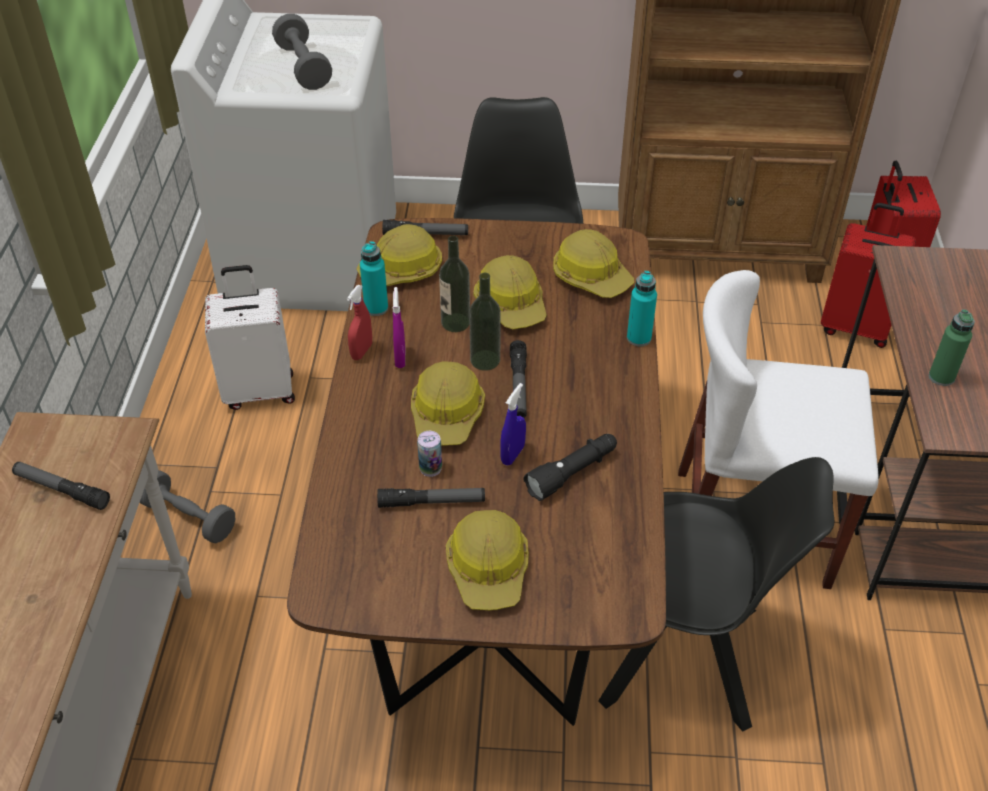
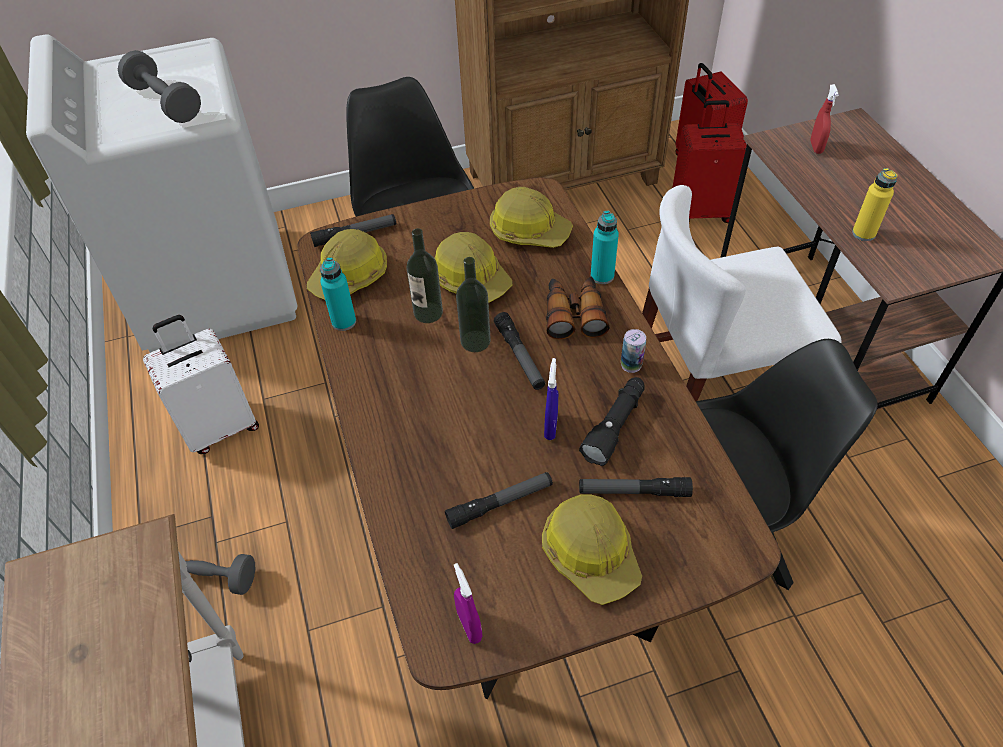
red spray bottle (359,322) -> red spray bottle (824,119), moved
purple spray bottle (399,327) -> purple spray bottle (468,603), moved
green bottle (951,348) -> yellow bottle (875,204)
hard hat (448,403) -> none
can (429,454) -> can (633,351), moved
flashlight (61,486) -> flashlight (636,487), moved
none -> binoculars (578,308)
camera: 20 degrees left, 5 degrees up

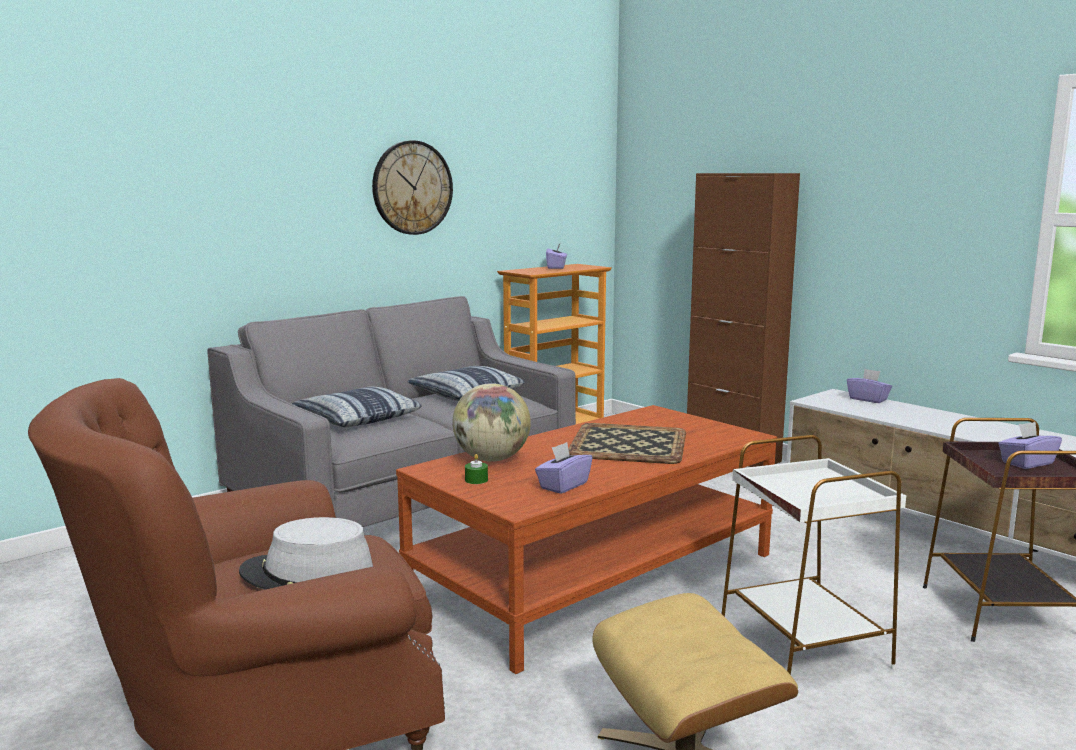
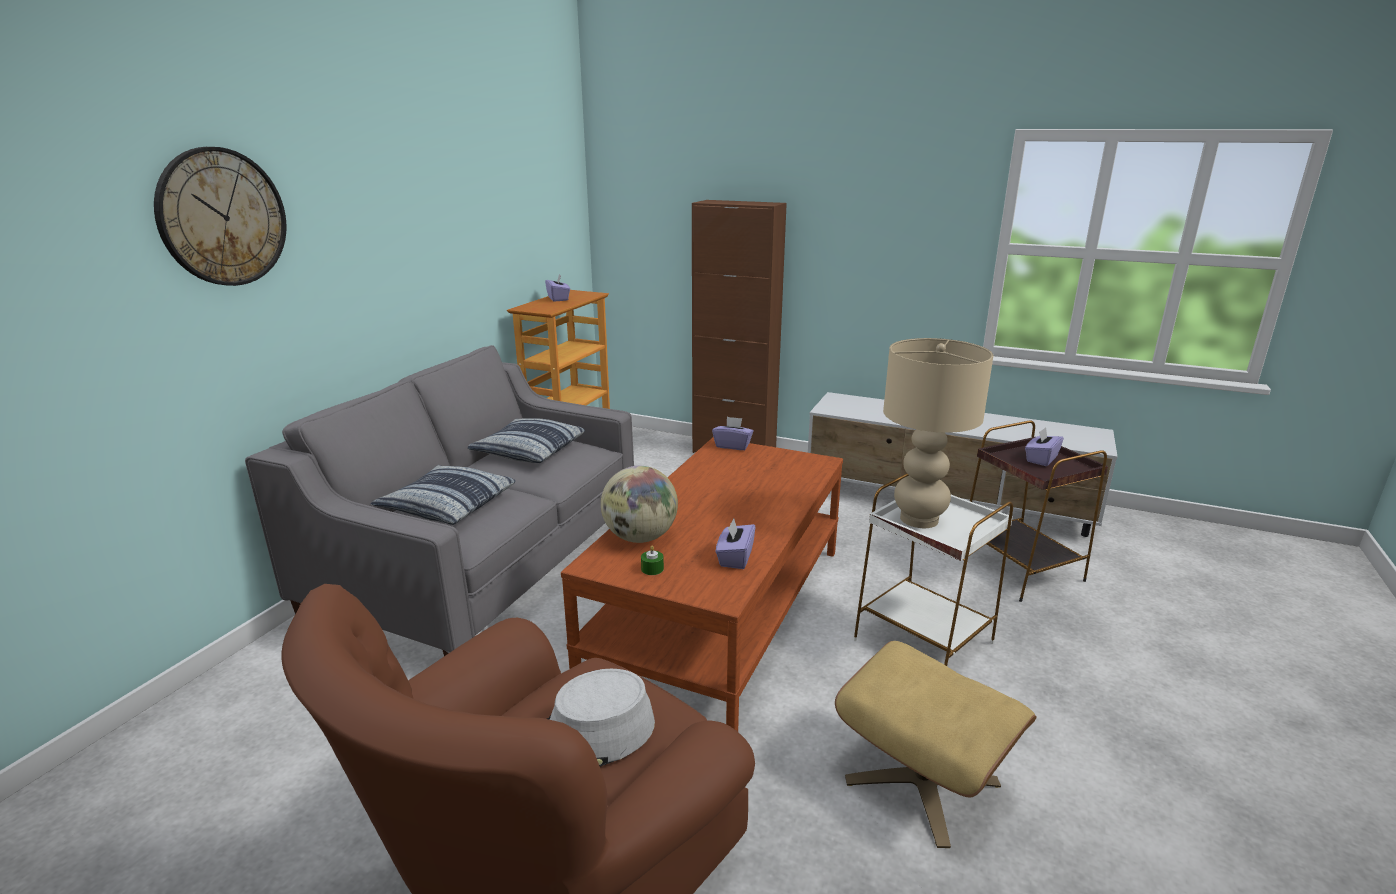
wall clock (412,187) -> wall clock (220,216), moved
purple tissue box (869,386) -> purple tissue box (733,433), moved
tray (627,443) -> none
none -> beige table lamp (938,433)
camera: 25 degrees left, 10 degrees up

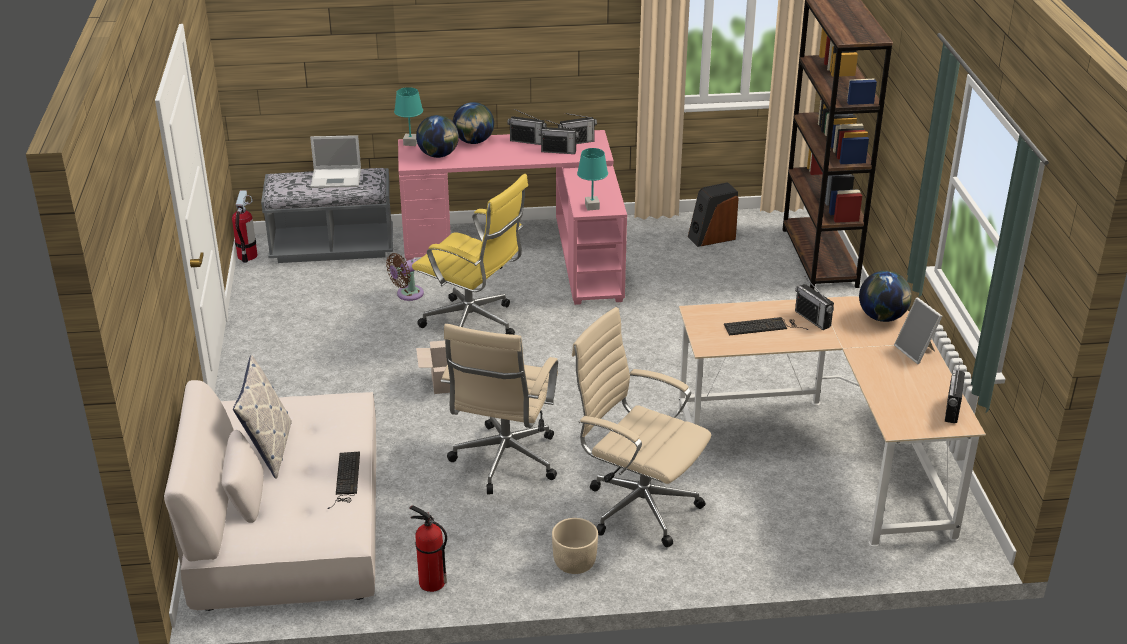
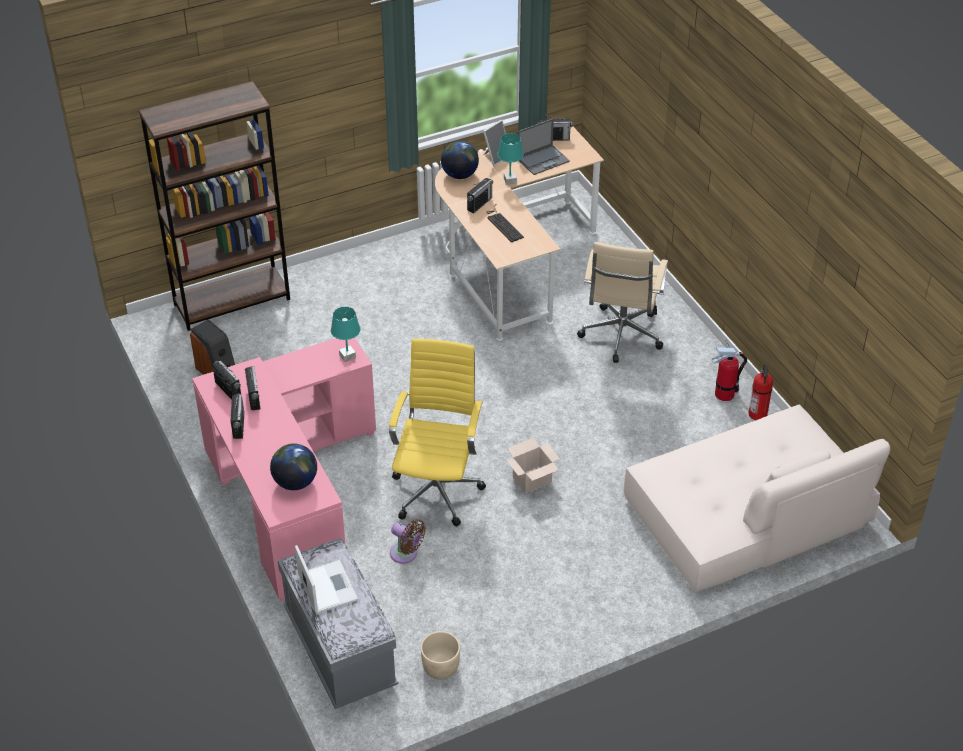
turquoise table lamp (408,116) -> turquoise table lamp (510,159), moved
globe (473,123) -> none
fire extinguisher (244,226) -> fire extinguisher (730,370), moved
beige office chair (499,409) -> none
pillow (262,417) -> none
keyboard (343,480) -> none
beige planter (575,546) -> beige planter (440,655), moved
none -> laptop (543,147)
camera: 110 degrees left, 10 degrees up

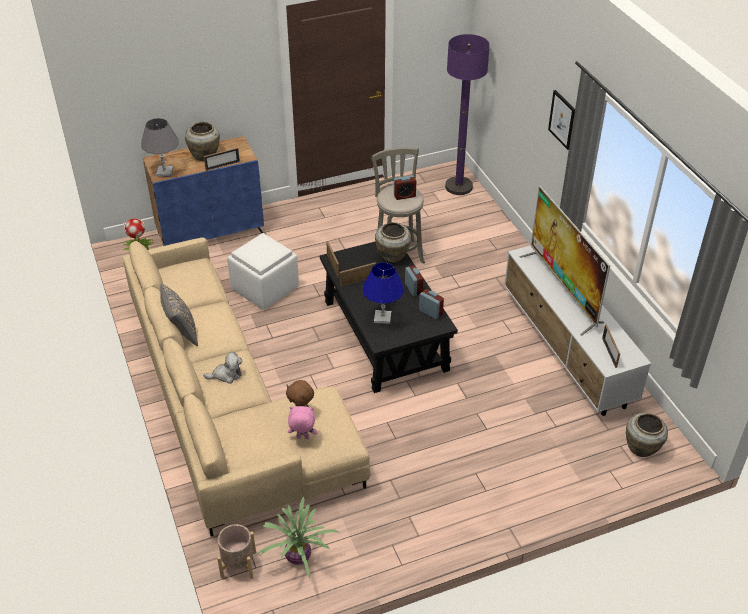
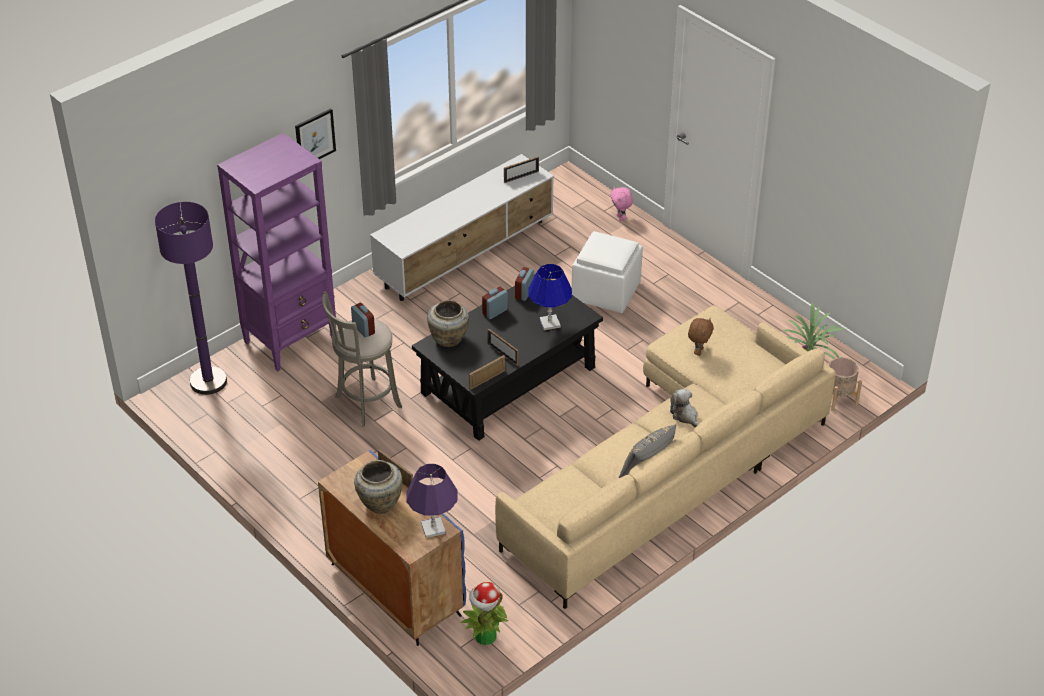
grey table lamp (160,147) -> purple table lamp (432,501)
television (564,261) -> none
white ottoman (263,271) -> white ottoman (607,272), moved
pink plush toy (302,422) -> pink plush toy (621,204), moved
beige vase (647,435) -> none
none -> purple bookcase (276,252)
camera: 110 degrees left, 0 degrees up

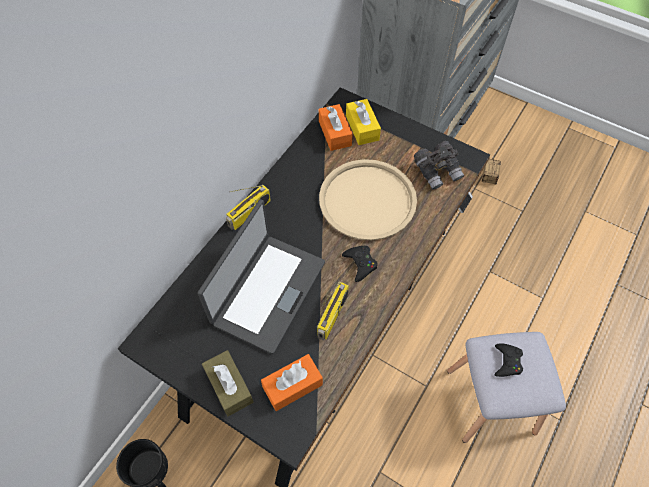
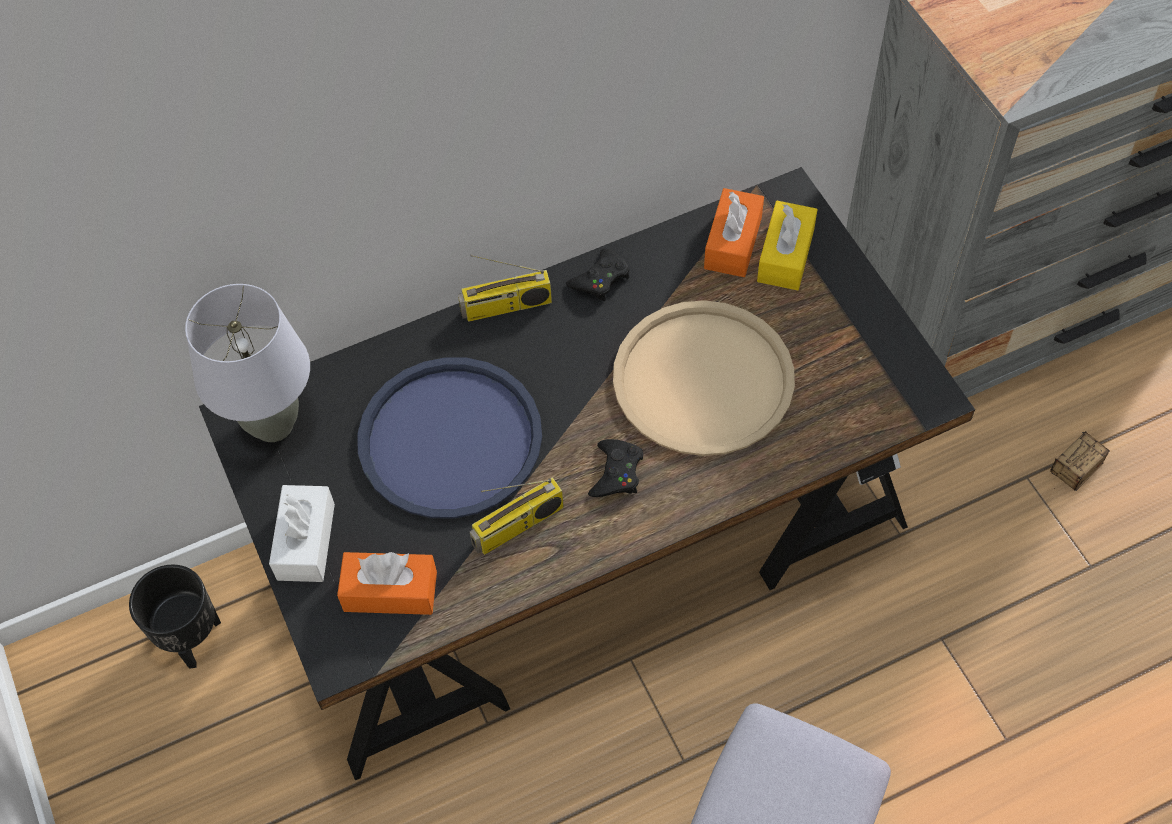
grey binoculars (439,165) -> none
laptop (261,276) -> blue tray (449,438)
black game controller (509,360) -> black game controller (598,274), moved
brown tissue box (228,383) -> white tissue box (302,533)
none -> grey table lamp (247,363)
camera: 35 degrees right, 0 degrees up

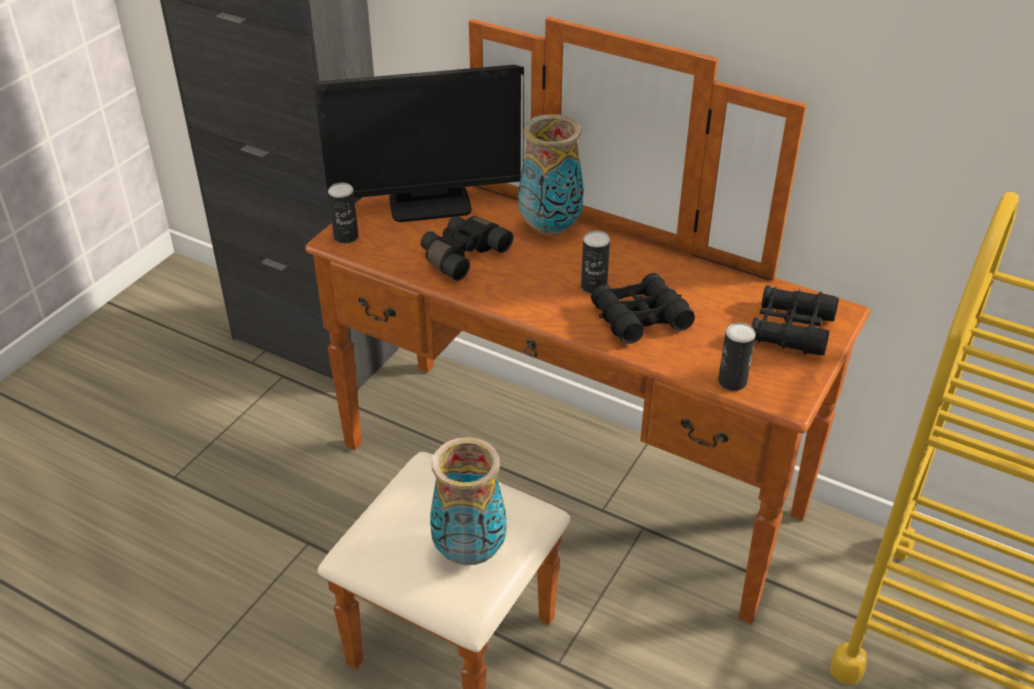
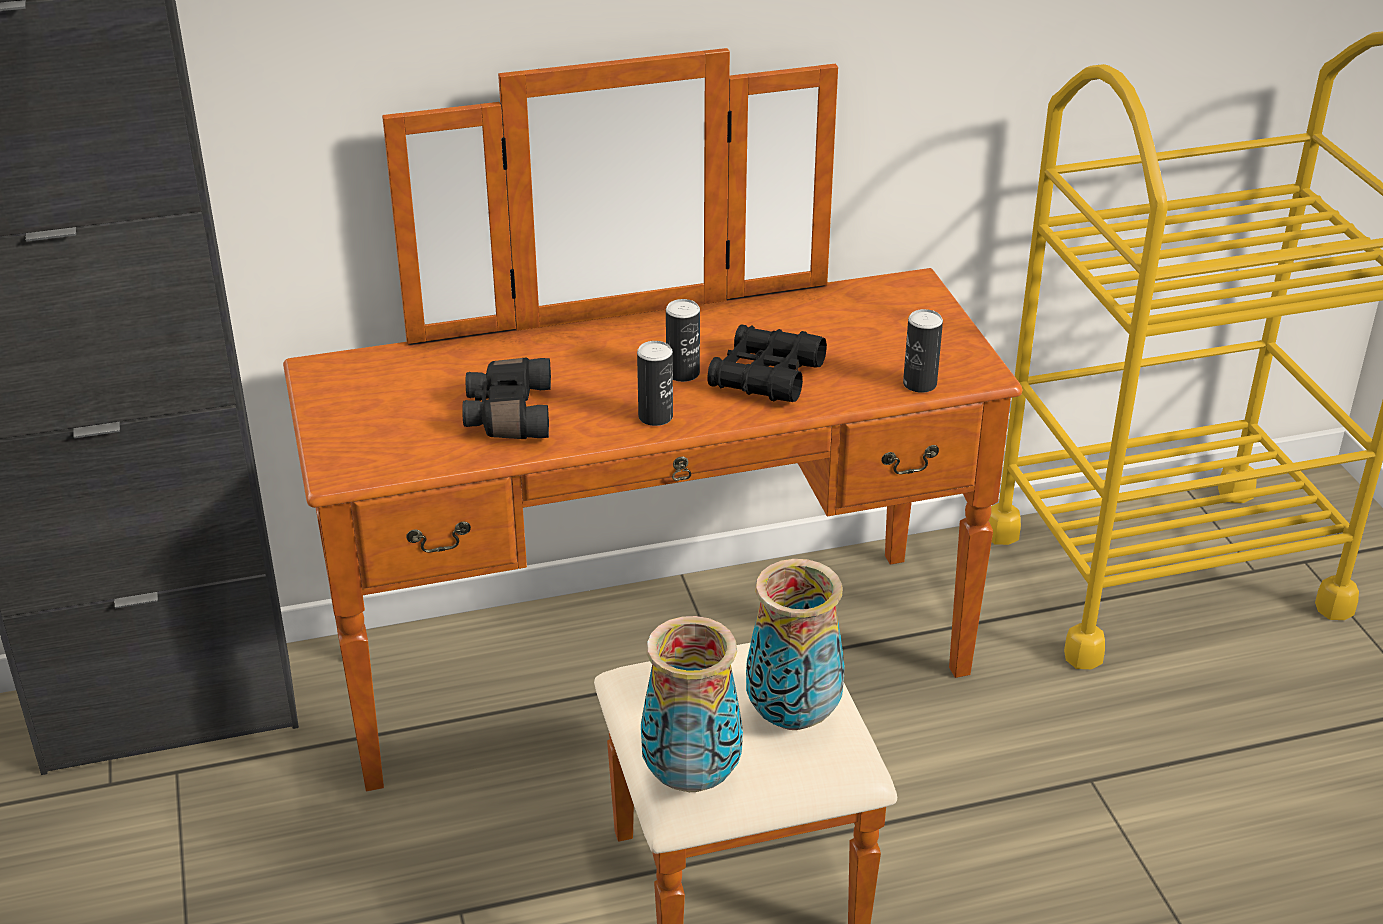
monitor (419,143) -> none
vase (551,174) -> vase (692,704), moved
can (343,213) -> can (655,383), moved
black binoculars (795,320) -> none
camera: 45 degrees left, 5 degrees down

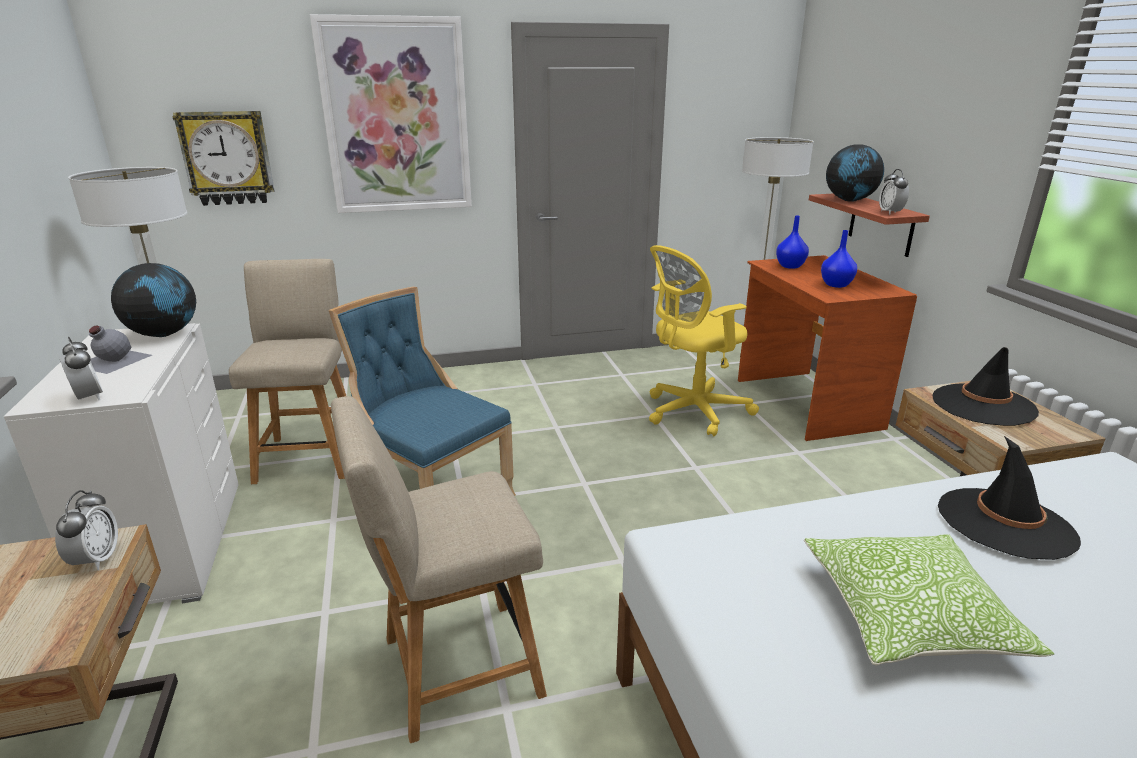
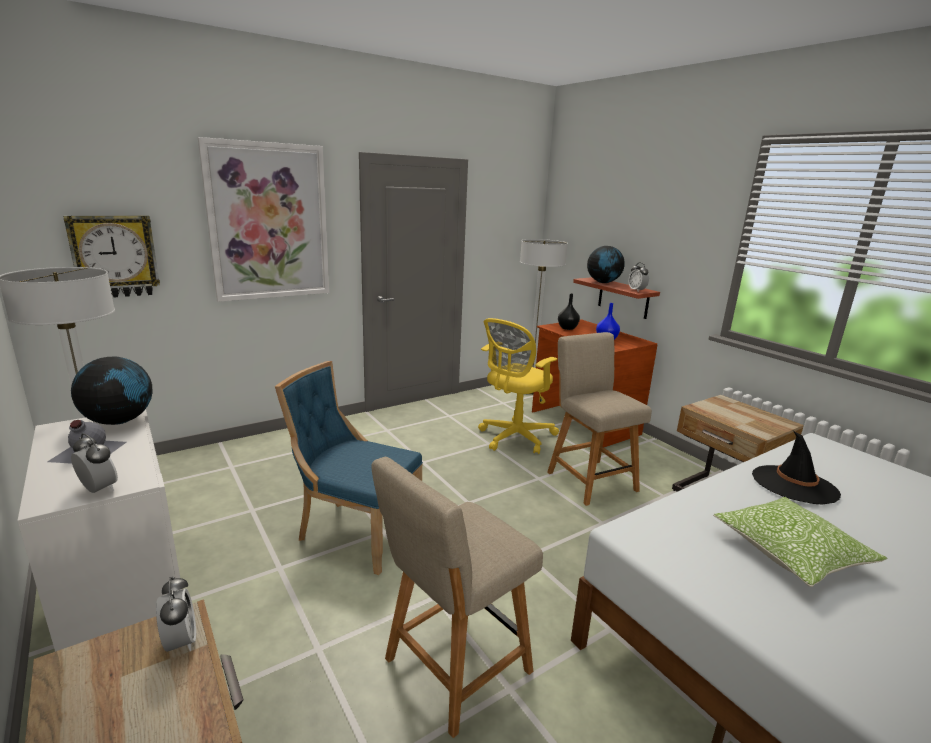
blue vase (792,242) -> black vase (569,311)
beige chair (287,371) -> beige chair (599,419), moved
black hat (986,386) -> none
camera: 20 degrees left, 5 degrees down

